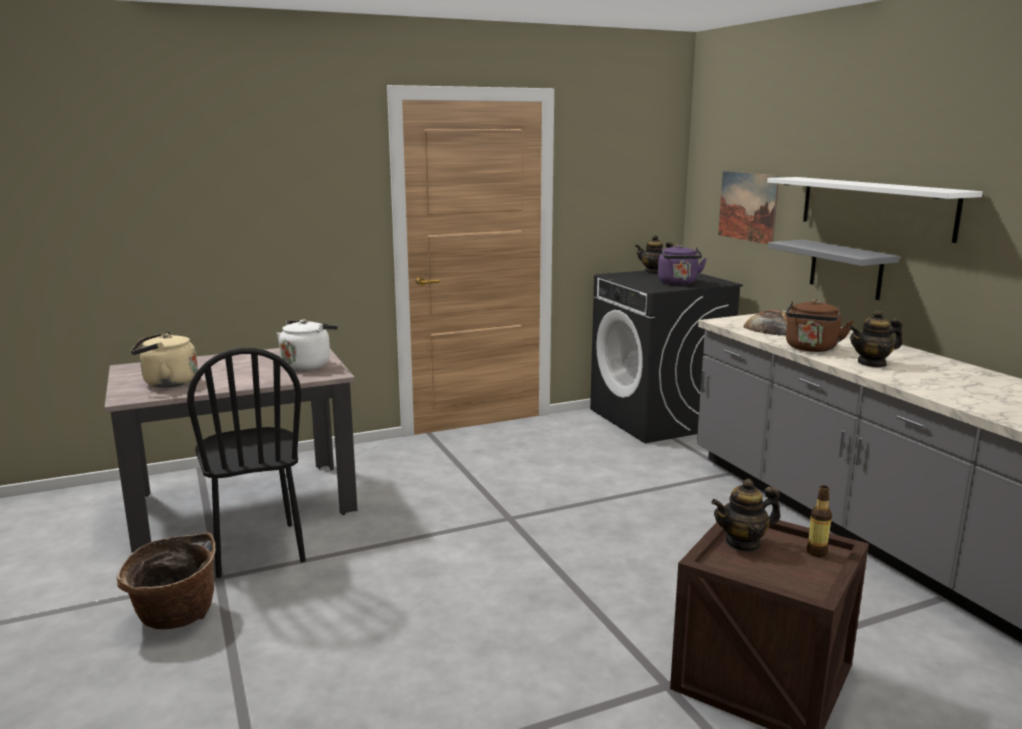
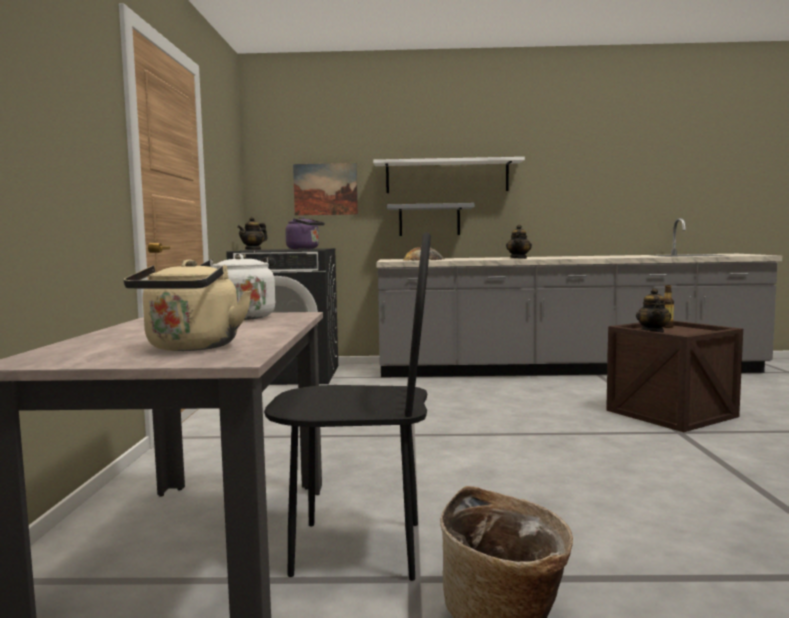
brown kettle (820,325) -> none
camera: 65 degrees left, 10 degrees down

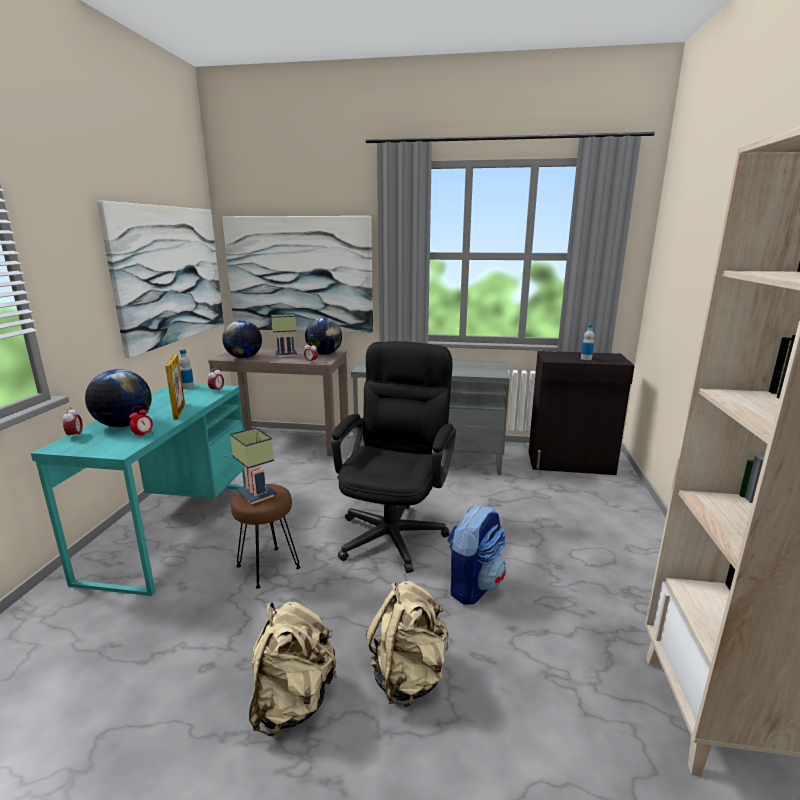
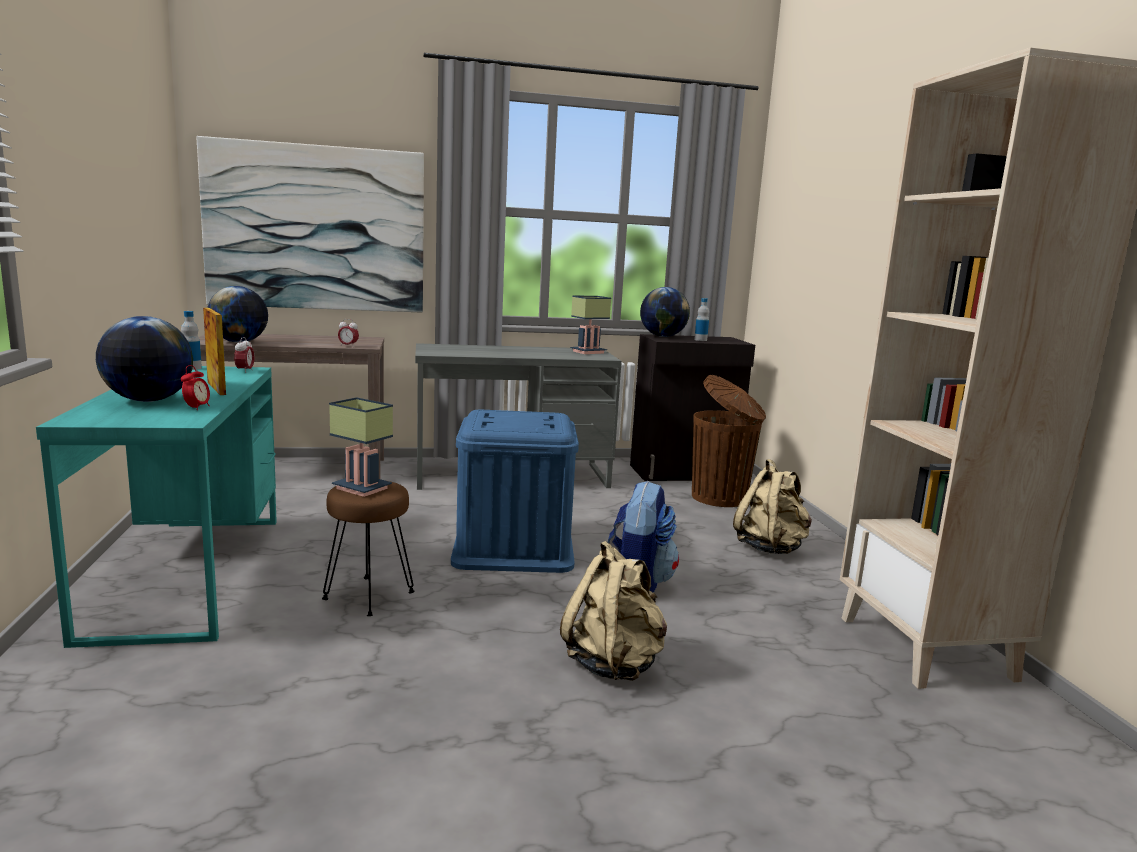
picture (160,279) -> none
table lamp (284,335) -> table lamp (590,325), moved
globe (323,336) -> globe (665,312), moved
black office chair (393,457) -> blue storage box (515,491)
alarm clock (73,423) -> none
beige backpack (293,669) -> beige backpack (772,506), moved
none -> brown trash can (729,441)
camera: 20 degrees left, 5 degrees down

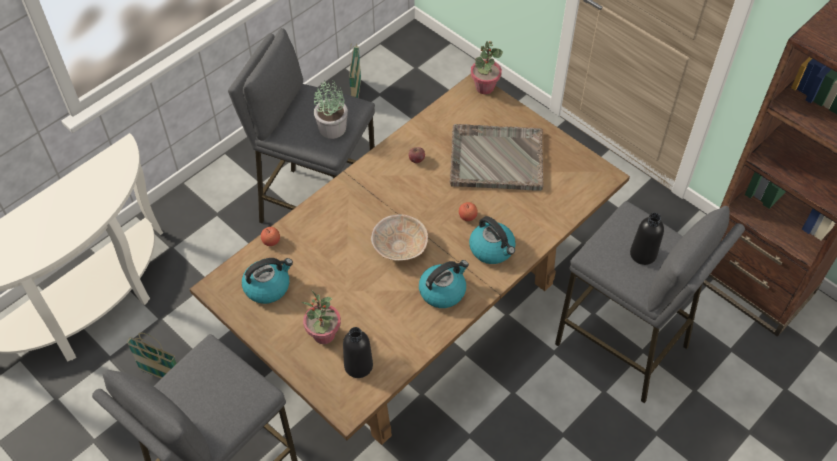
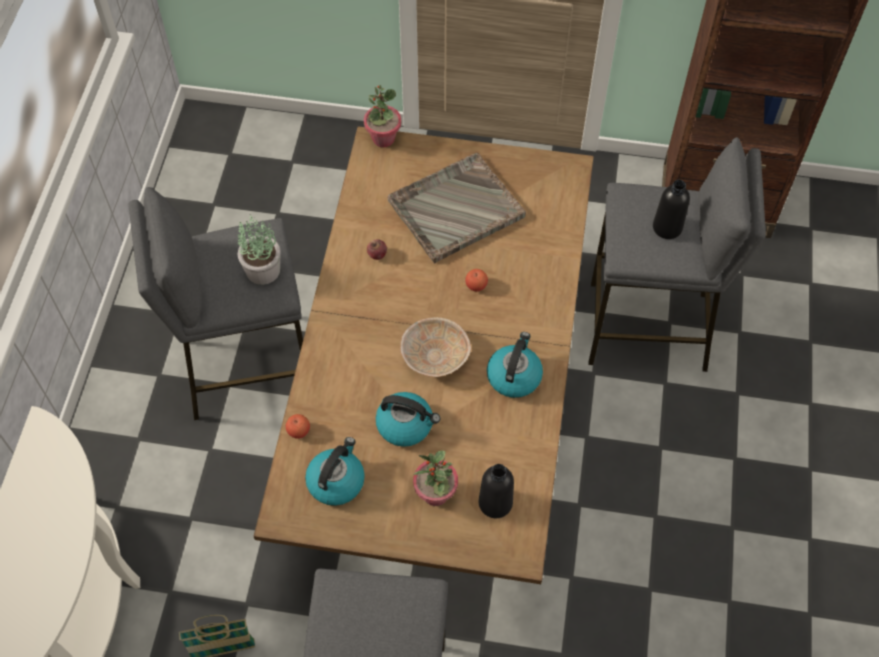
basket (355,70) -> none
kettle (492,240) -> kettle (408,419), moved
camera: 35 degrees left, 5 degrees up

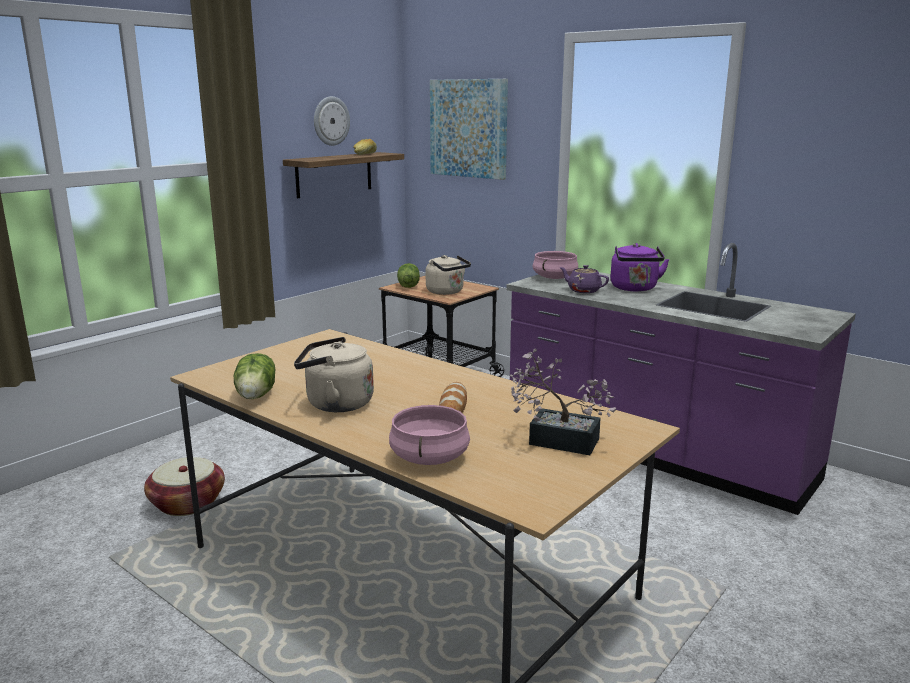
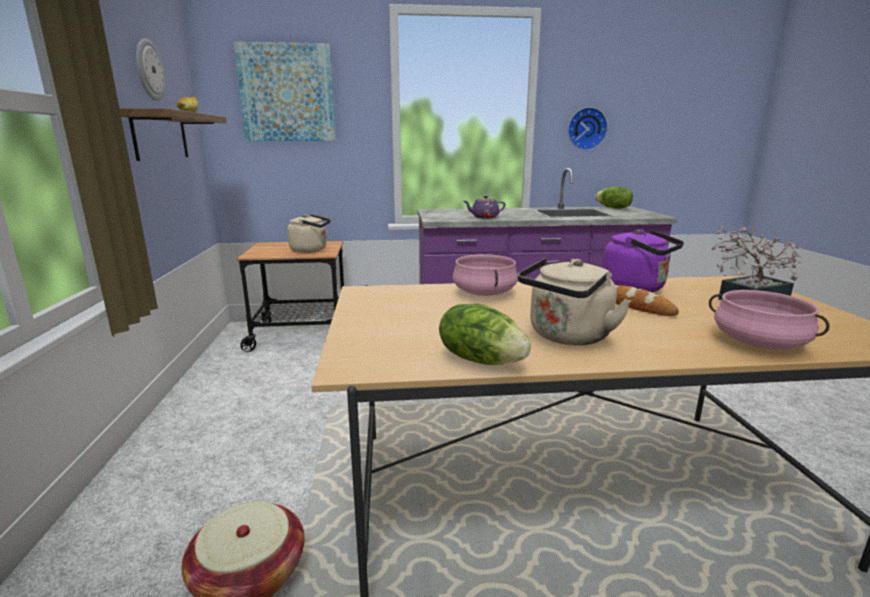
purple kettle (640,267) -> purple kettle (643,260), moved
pink cooking pot (555,265) -> pink cooking pot (485,275), moved
lettuce (408,275) -> lettuce (614,197), moved
none -> wall clock (588,129)
camera: 45 degrees left, 0 degrees up

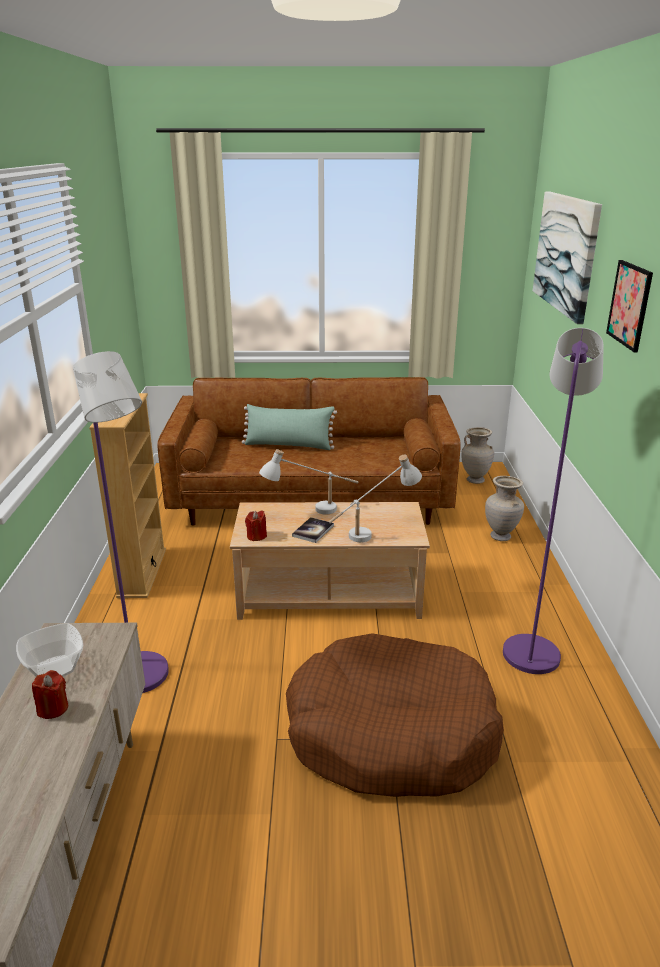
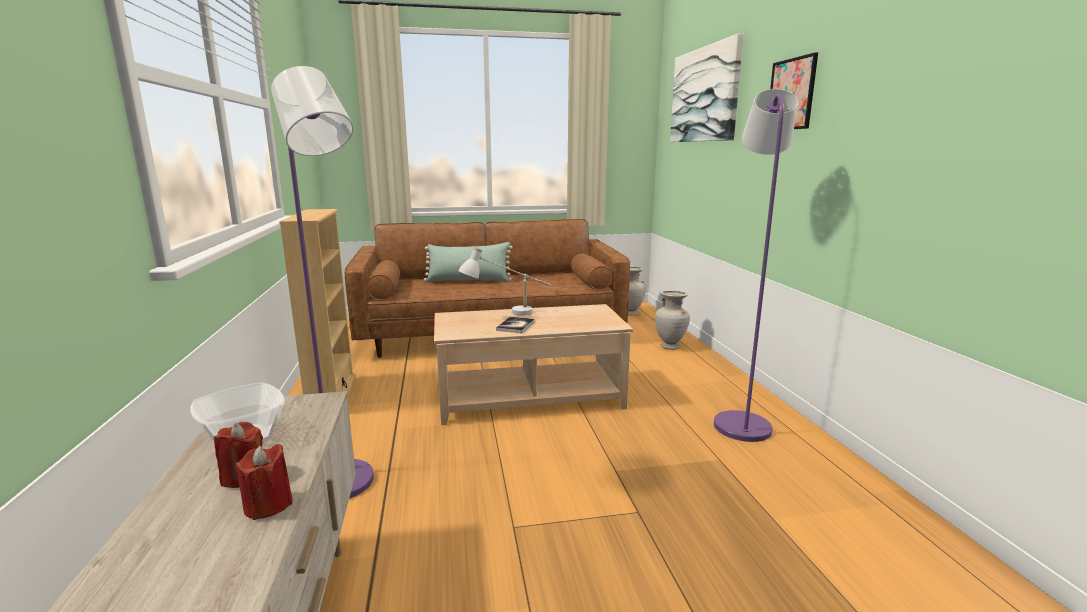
white table lamp (375,498) -> none
red candle (256,525) -> red candle (264,482), moved
brown dog bed (395,715) -> none
camera: 10 degrees left, 10 degrees down

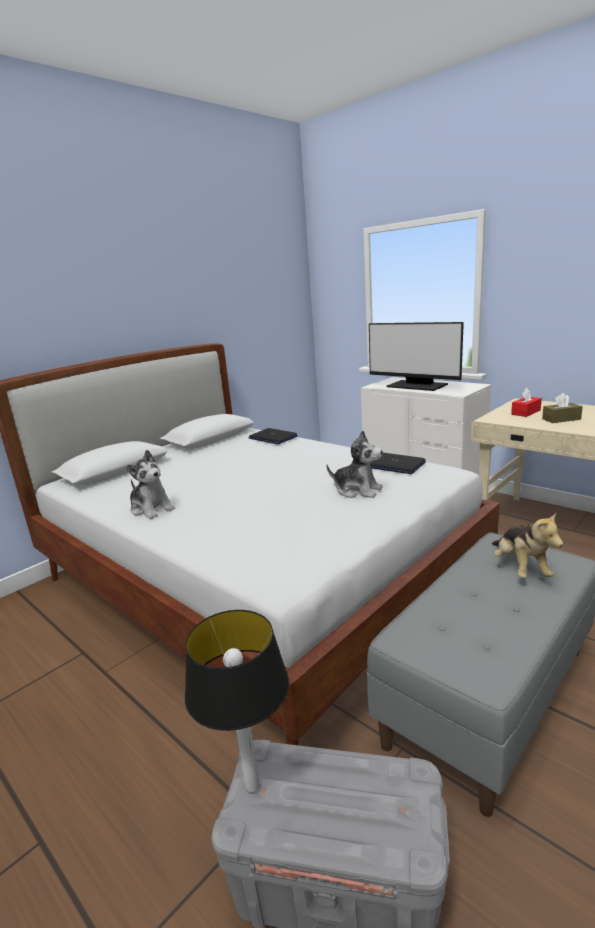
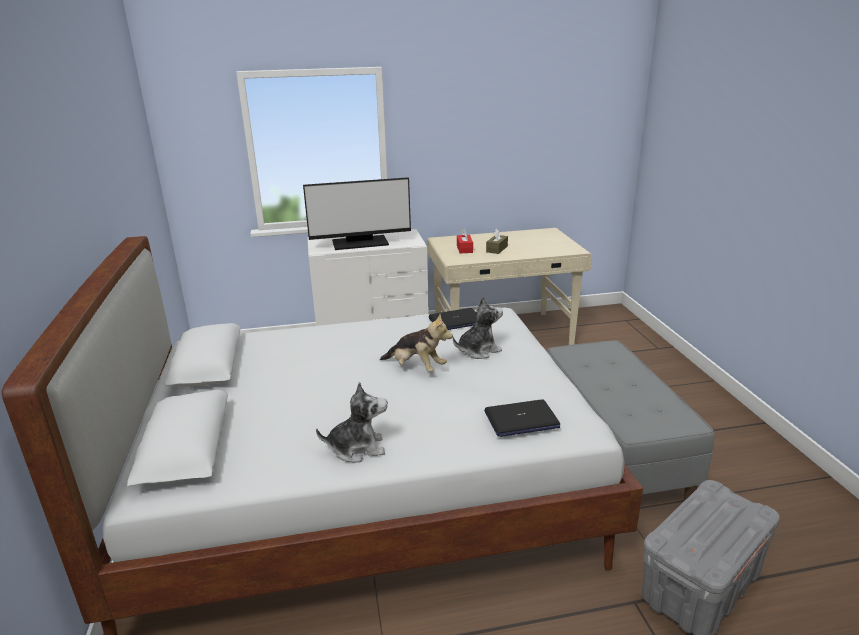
laptop (273,436) -> laptop (522,418), moved
plush toy (527,545) -> plush toy (416,343), moved
table lamp (237,701) -> none
camera: 55 degrees left, 5 degrees up

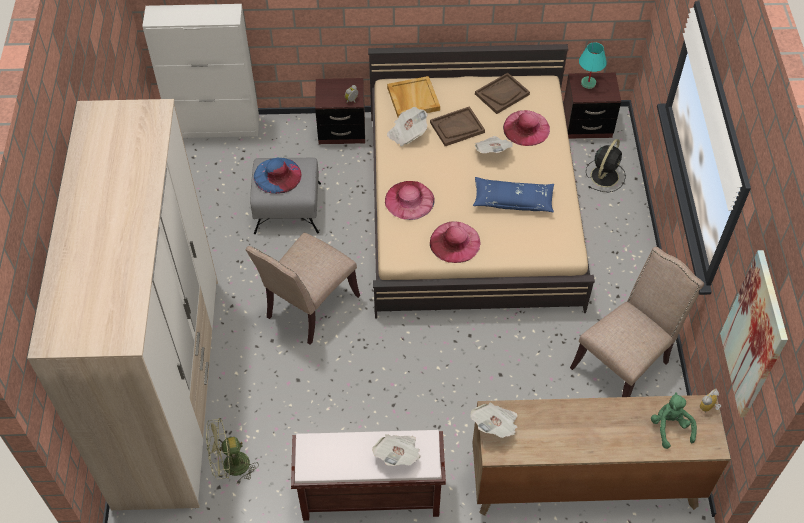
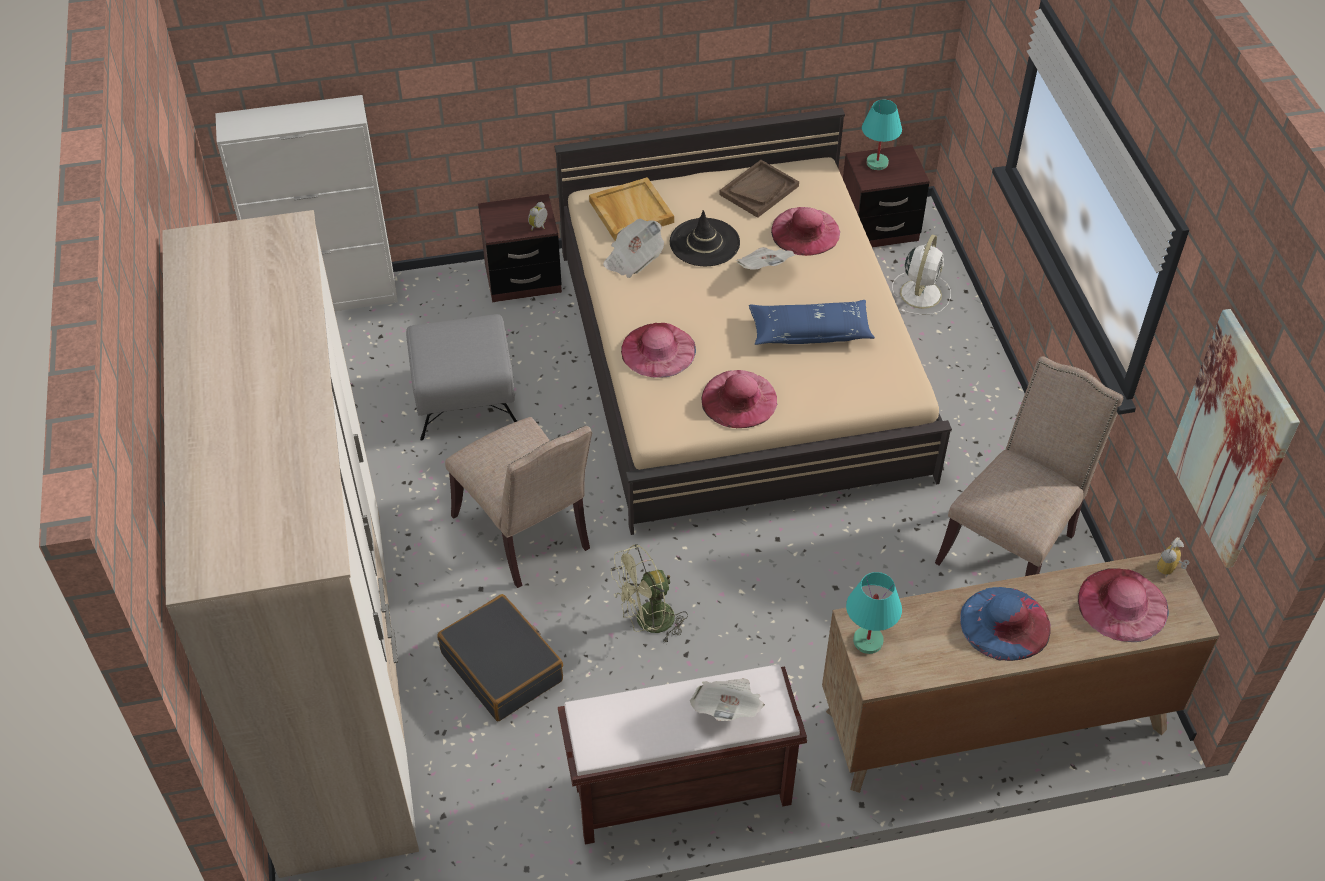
brown tray (457,126) -> black hat (705,238)
black fan (606,165) -> white fan (921,275)
blue hat (278,176) -> blue hat (1005,624), moved
beige chair (303,289) -> beige chair (518,502), 60 degrees counterclockwise
green plush toy (674,420) -> pink hat (1123,605)
newspaper (494,420) -> turquoise table lamp (874,613)
green fan (232,451) -> green fan (649,594), moved
none -> black suitcase (500,657)
camera: 10 degrees left, 5 degrees down

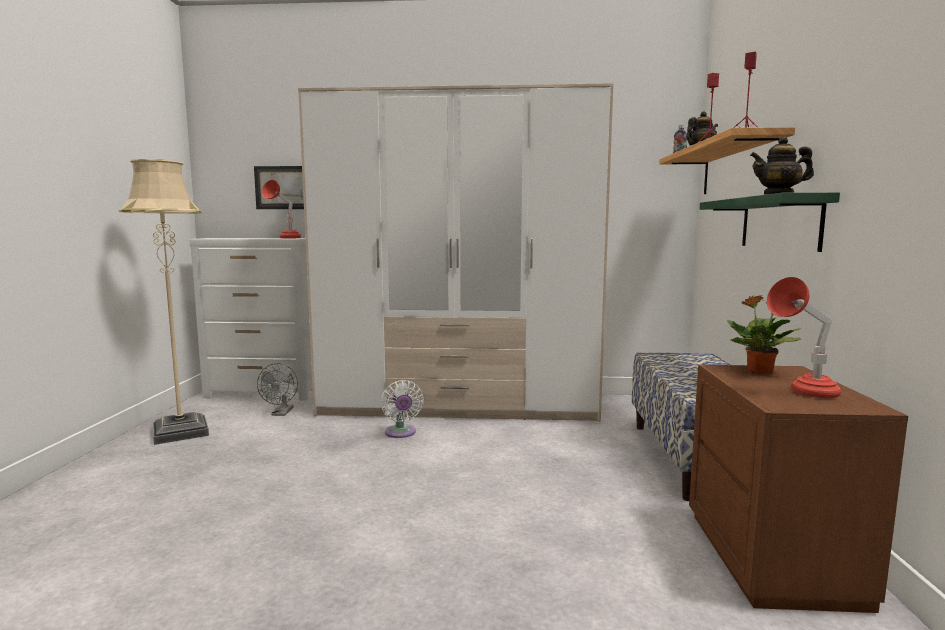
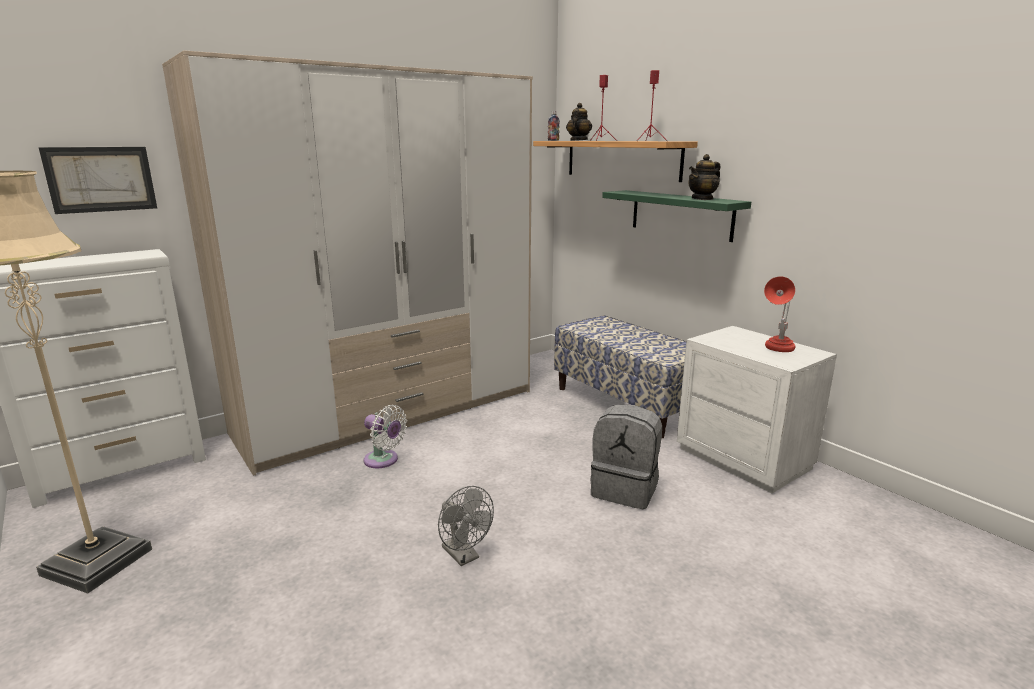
red table lamp (281,209) -> none
potted plant (764,334) -> none
grey fan (277,389) -> grey fan (466,526), moved
brown nightstand (798,489) -> white nightstand (757,409)
none -> grey backpack (626,457)
camera: 40 degrees left, 10 degrees up

